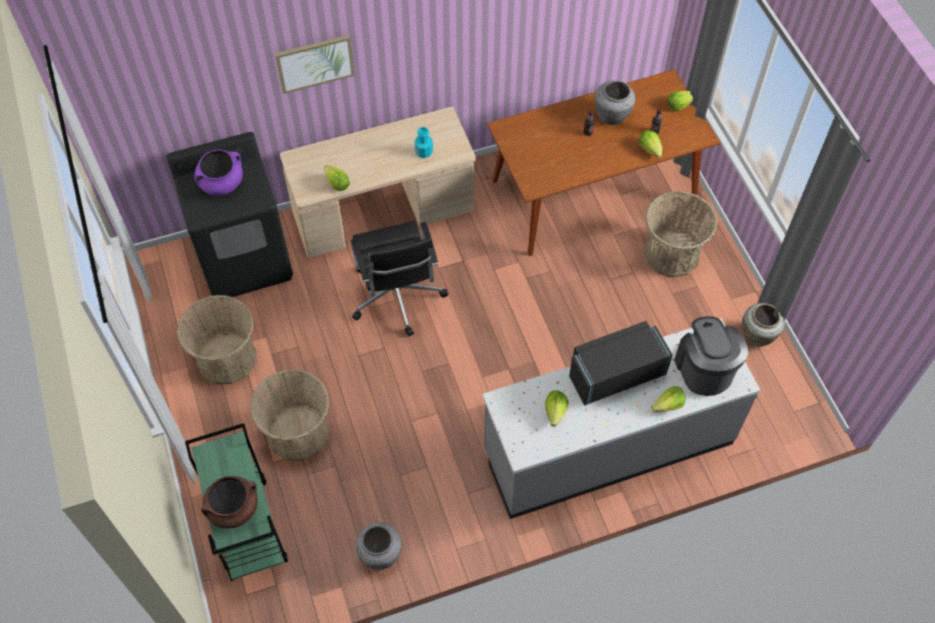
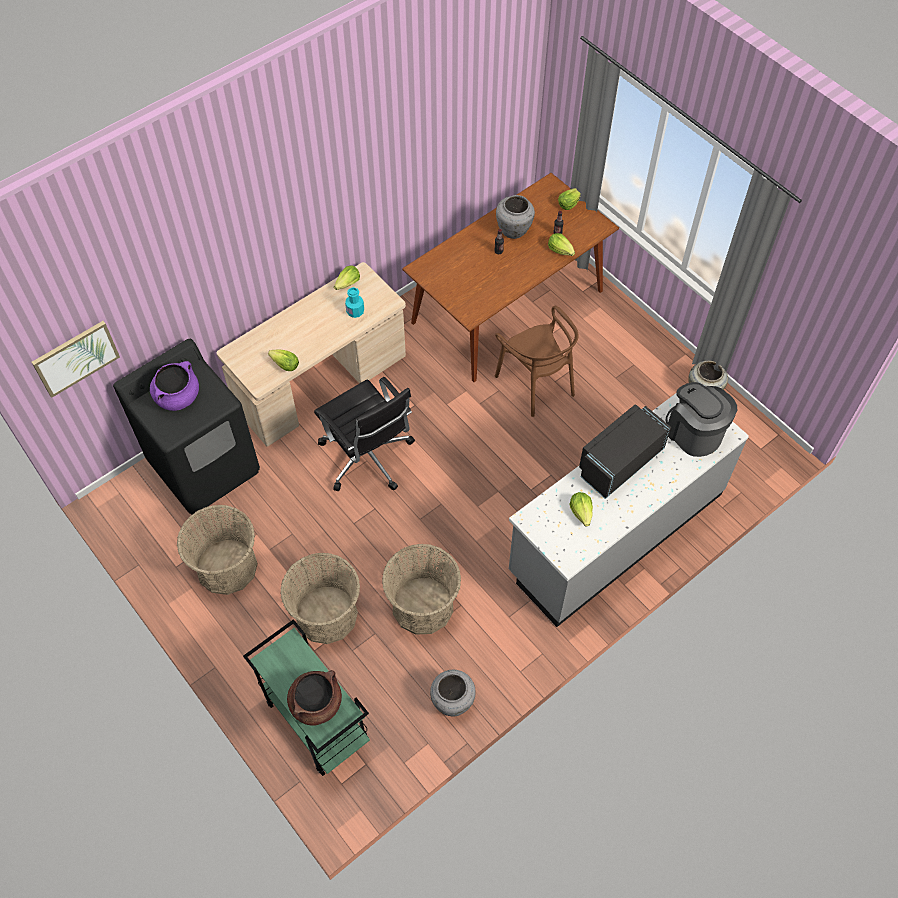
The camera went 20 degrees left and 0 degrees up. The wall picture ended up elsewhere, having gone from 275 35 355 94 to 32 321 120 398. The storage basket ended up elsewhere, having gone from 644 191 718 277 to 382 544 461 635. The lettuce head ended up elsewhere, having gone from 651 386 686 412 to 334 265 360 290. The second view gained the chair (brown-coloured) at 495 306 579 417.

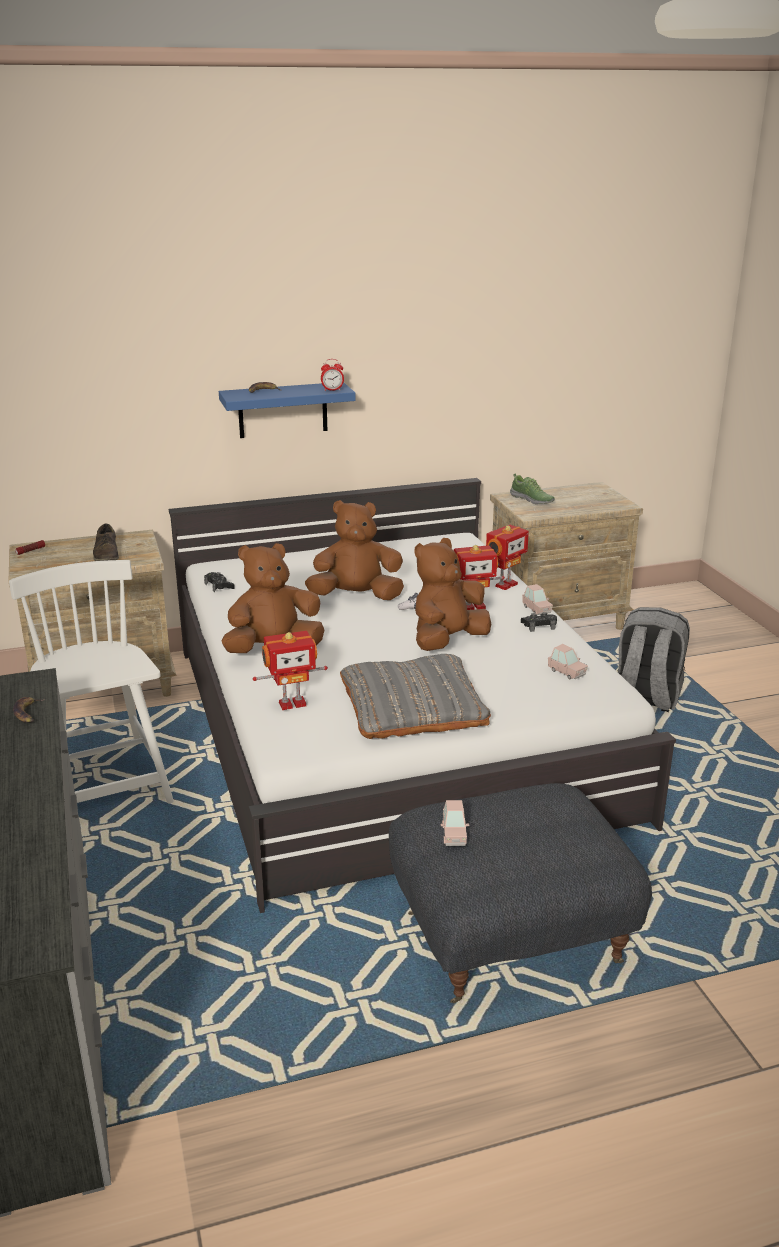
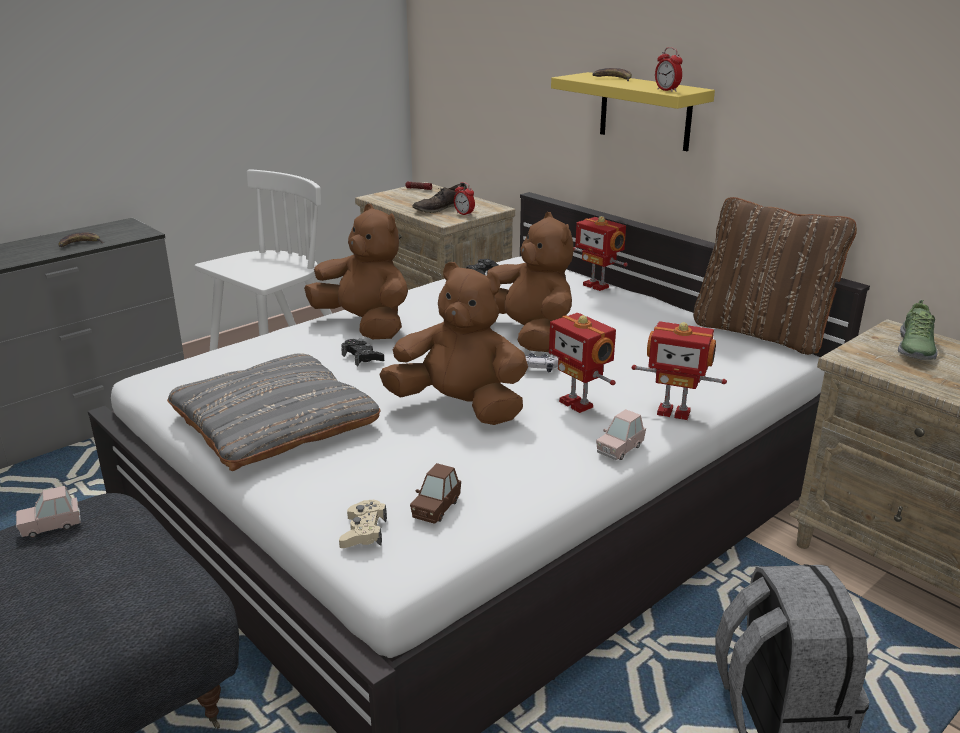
The camera went 65 degrees right and 0 degrees up. What was the shelf (blue) at 219 383 355 438 turned into the shelf (yellowish) at 551 72 715 151. The game controller (black-coloured) ended up elsewhere, having gone from 521 612 557 632 to 341 339 384 366. The toy robot ended up elsewhere, having gone from 253 631 328 710 to 573 216 628 291. What was the toy car (pinkish) at 548 644 588 679 turned into the toy car (brown-coloured) at 410 463 461 524. The second view gained the alarm clock at 454 182 475 216. The second view gained the cushion (brown-coloured) at 693 197 857 355. The second view gained the game controller (sand-coloured) at 339 500 387 548.

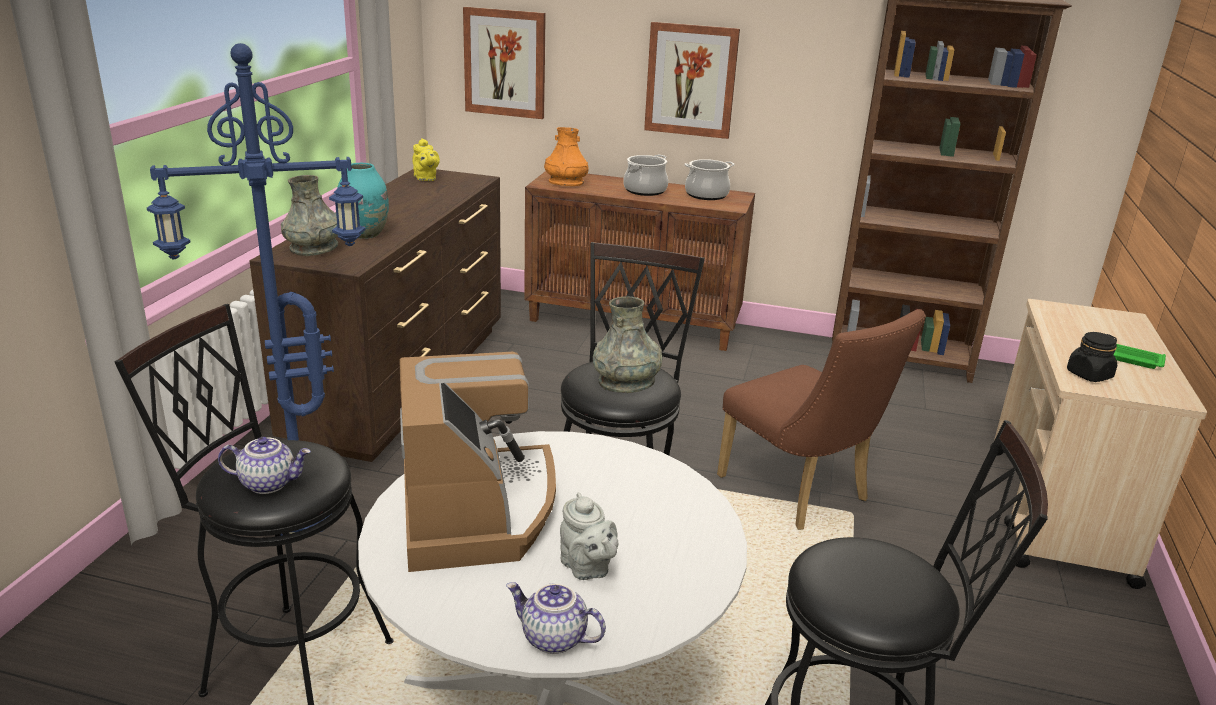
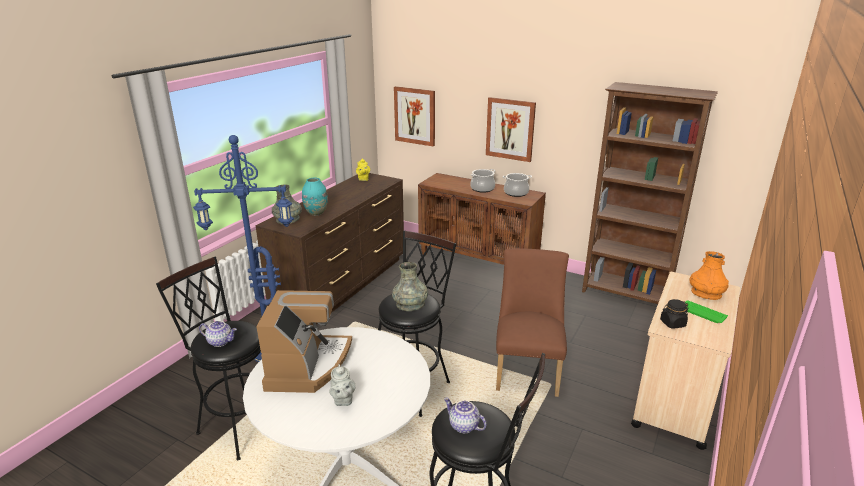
The camera went 15 degrees right and 0 degrees up. The flower vase (orange) ended up elsewhere, having gone from 544 127 589 186 to 689 251 729 300. The chair (brown-coloured) at 717 309 926 530 ended up facing another way, 150 degrees counterclockwise from before. The tea pot ended up elsewhere, having gone from 506 582 606 654 to 444 397 487 433.

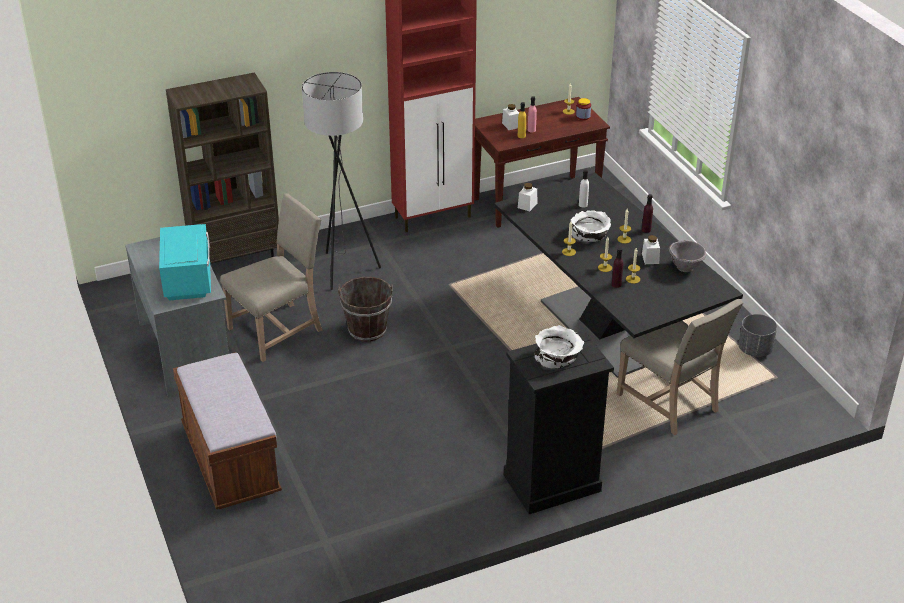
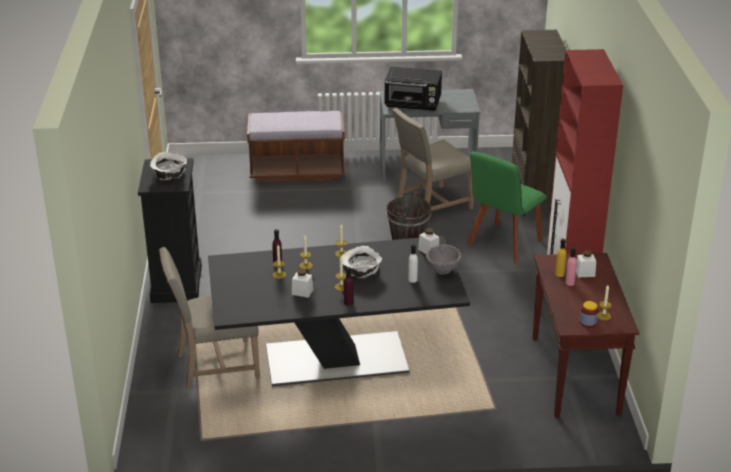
The camera went 110 degrees right and 5 degrees down. Where the standard lamp (gray) stood at 302 72 381 290, the chair (greenish) came to stand at 467 152 547 264. The chair (sand-coloured) at 220 193 322 362 ended up facing another way, 75 degrees clockwise from before. What was the microwave (turquoise-coloured) at 159 224 211 301 turned into the microwave (black-coloured) at 384 67 442 111. The serving bowl (gray) ended up elsewhere, having gone from 669 240 706 272 to 426 245 462 274. The second view lost the planter (gray) at 739 314 777 357.

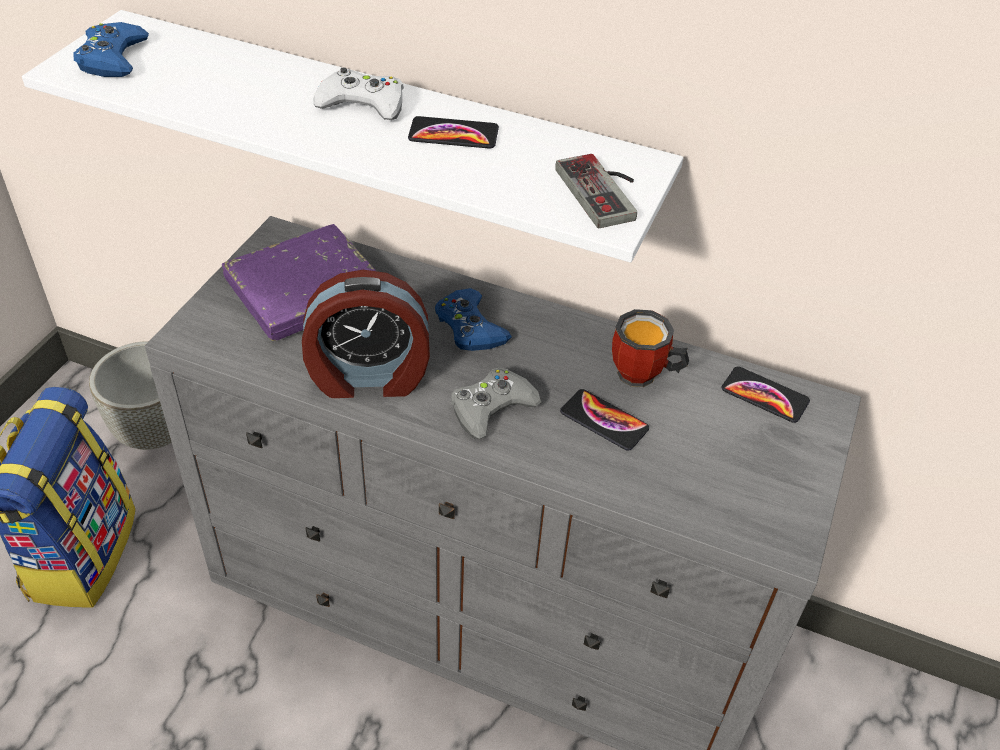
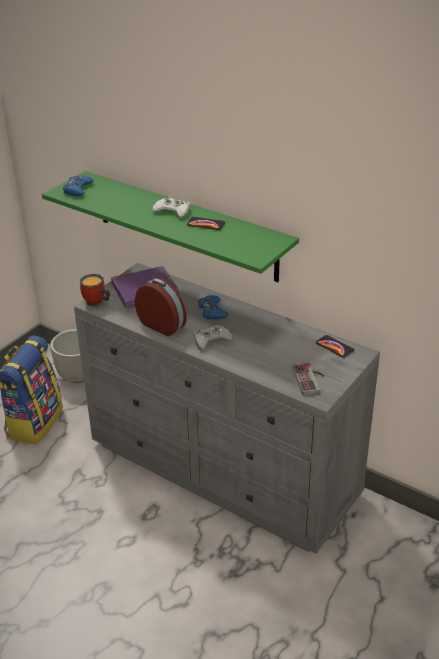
The camera went 15 degrees right and 10 degrees down. What was the shelf (white-coloured) at 22 10 683 263 turned into the shelf (greenish) at 42 171 299 282. The game controller ended up elsewhere, having gone from 555 154 637 228 to 292 363 324 395. The alarm clock at 302 270 430 398 ended up facing another way, 150 degrees counterclockwise from before. The mug ended up elsewhere, having gone from 612 309 689 387 to 80 274 110 307. The second view lost the telephone at 560 389 649 451.

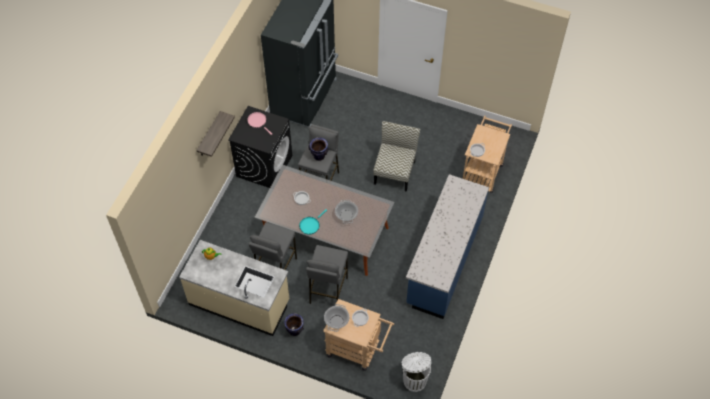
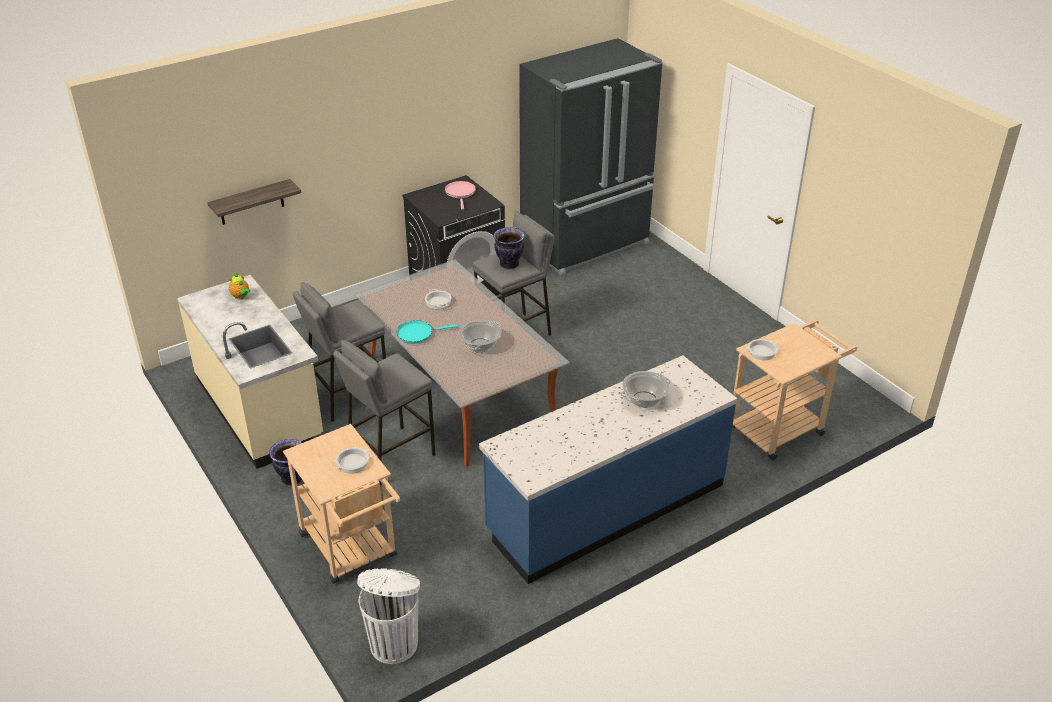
The camera went 35 degrees right and 20 degrees down. The shelf ended up elsewhere, having gone from 196 111 235 157 to 208 179 302 225. The second view lost the chair at 373 121 420 192. The stockpot ended up elsewhere, having gone from 324 304 349 332 to 620 371 671 408.

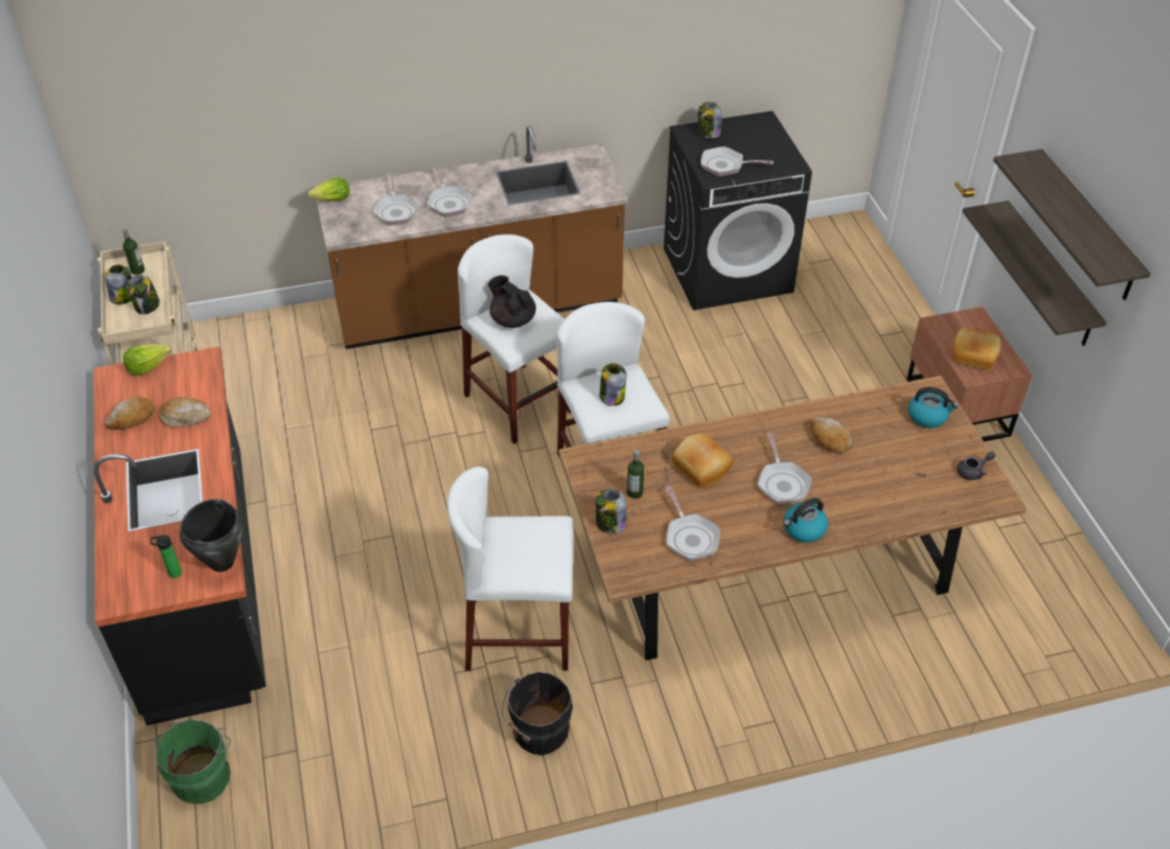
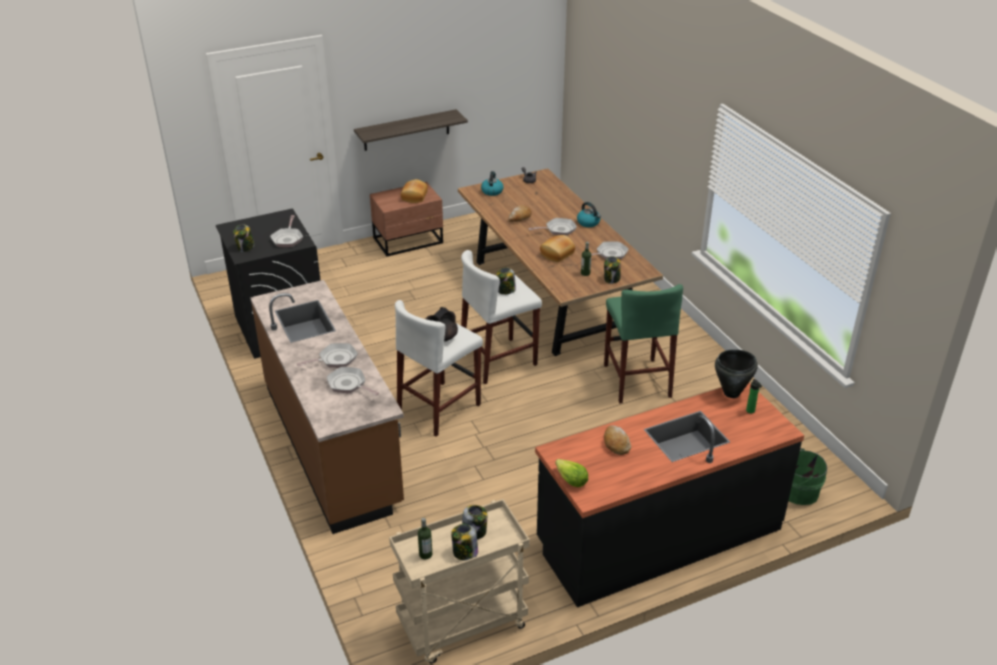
The camera went 100 degrees left and 10 degrees down. The second view lost the shelf at 993 149 1151 300. The skillet at 372 174 419 225 ended up facing another way, 120 degrees counterclockwise from before. The second view lost the lettuce head at 308 177 350 201. The second view lost the bakery bread at 105 396 155 430. What was the stool seat (white-coloured) at 447 467 574 671 turned into the stool seat (greenish) at 604 284 683 404. The second view lost the water bucket (black-coloured) at 502 671 573 755.

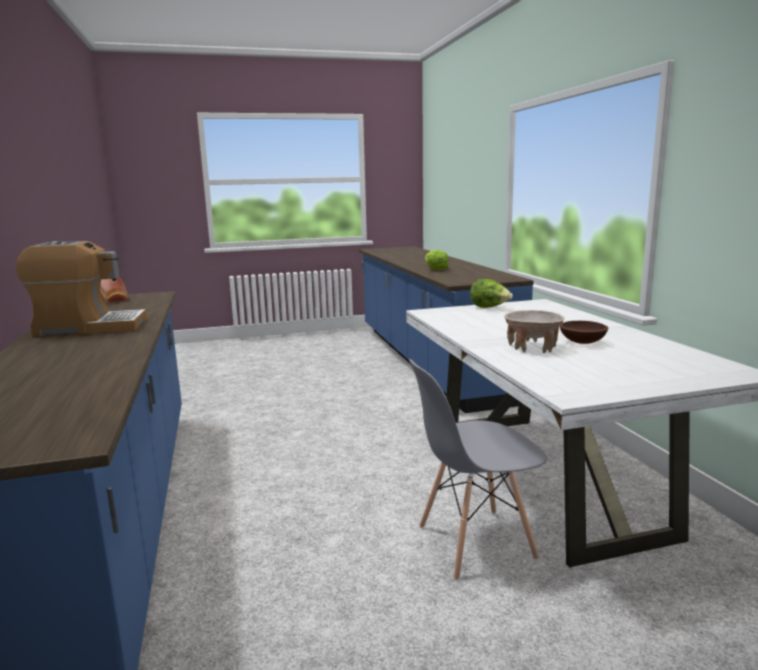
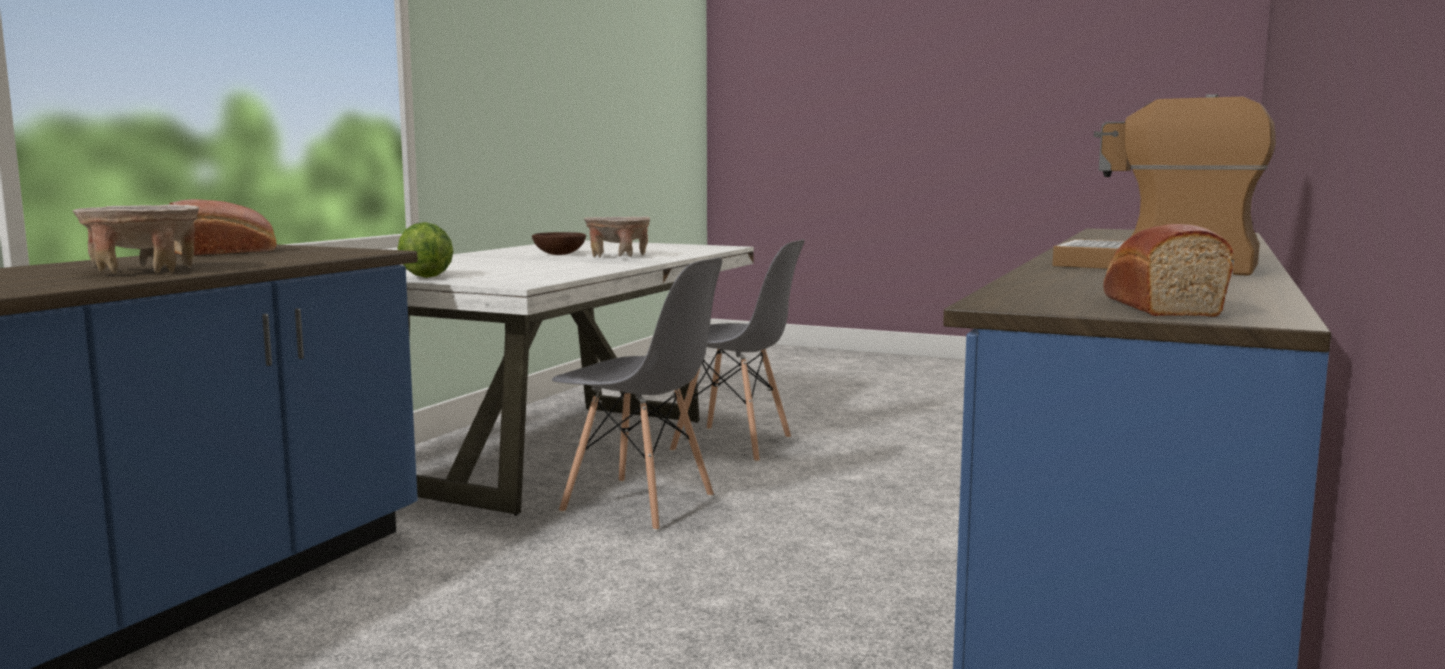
The camera went 140 degrees left and 5 degrees down. Where the lettuce head stood at 425 250 449 270, the serving bowl (sand-coloured) came to stand at 73 204 199 274. The second view gained the bakery bread at 169 199 276 255. The second view gained the chair (gray) at 552 257 722 531.

